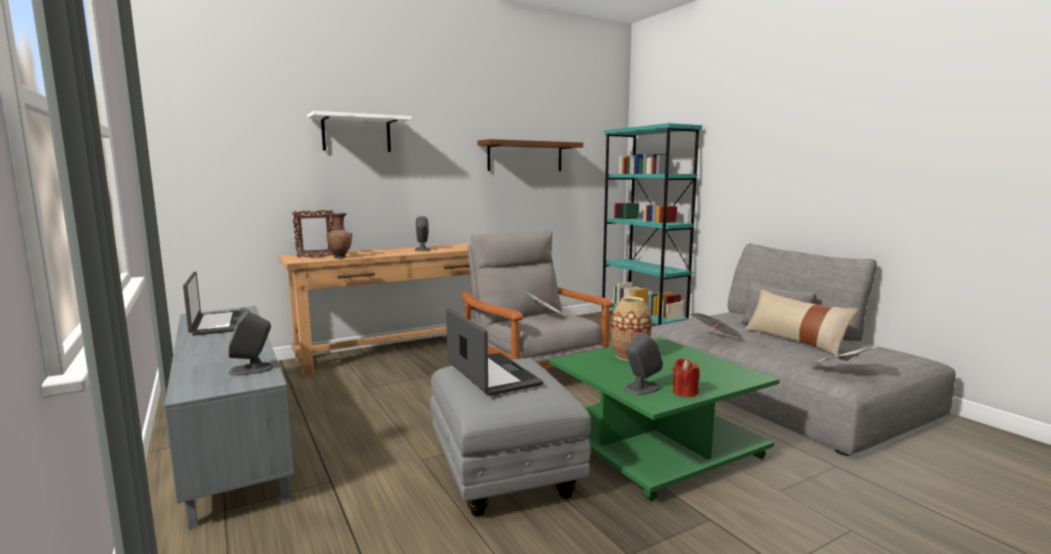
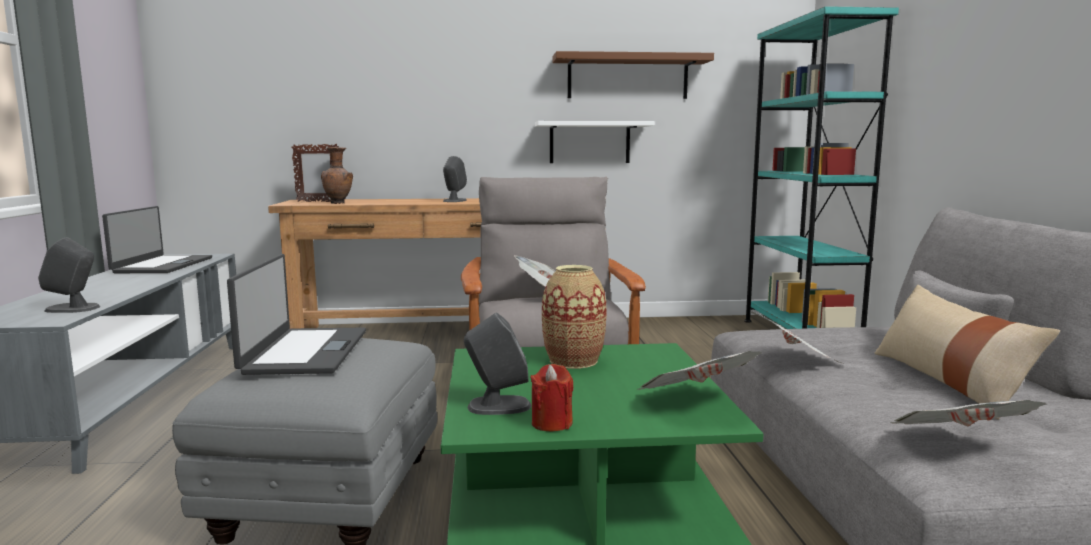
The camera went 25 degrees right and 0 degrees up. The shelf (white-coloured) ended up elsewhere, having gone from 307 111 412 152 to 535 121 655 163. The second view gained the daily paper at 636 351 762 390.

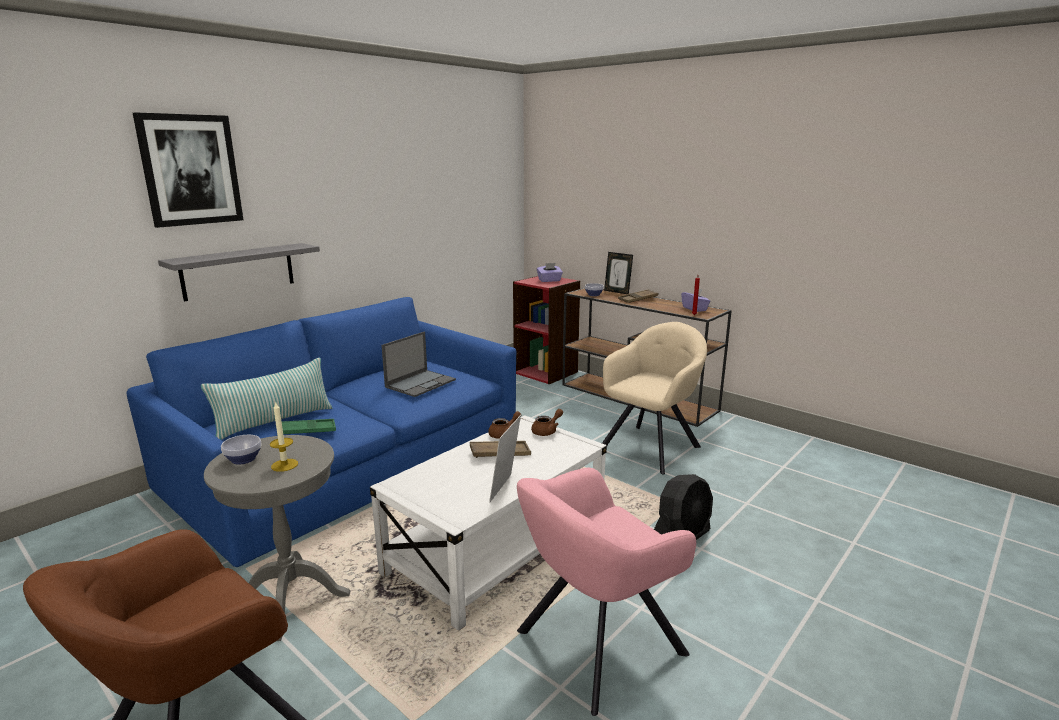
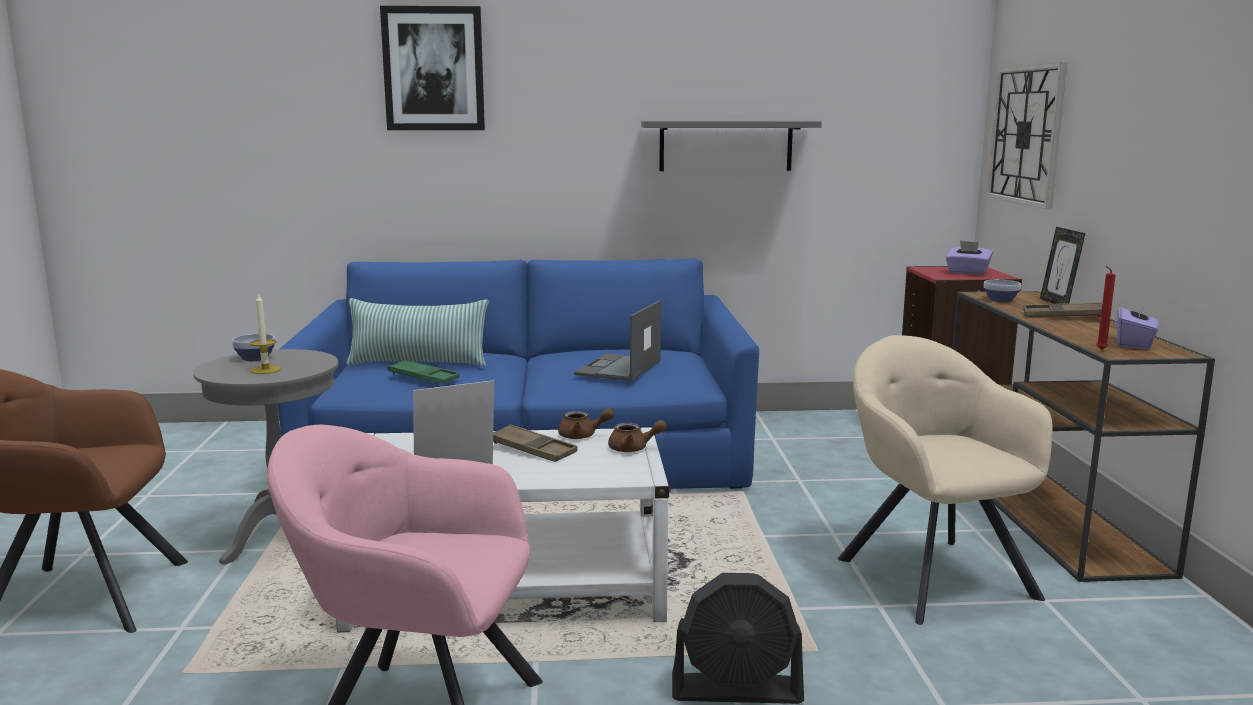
The camera went 45 degrees right and 5 degrees down. The shelf (gray) ended up elsewhere, having gone from 158 243 320 302 to 641 121 822 171. The lounge chair (sand-coloured) at 602 322 707 474 ended up facing another way, 105 degrees counterclockwise from before. The laptop at 381 332 456 397 ended up facing another way, 120 degrees clockwise from before. The second view gained the hanging clock at 986 62 1067 209.

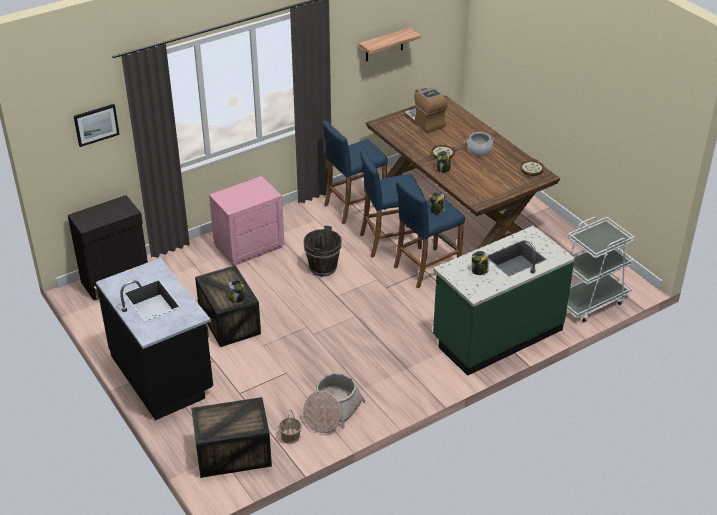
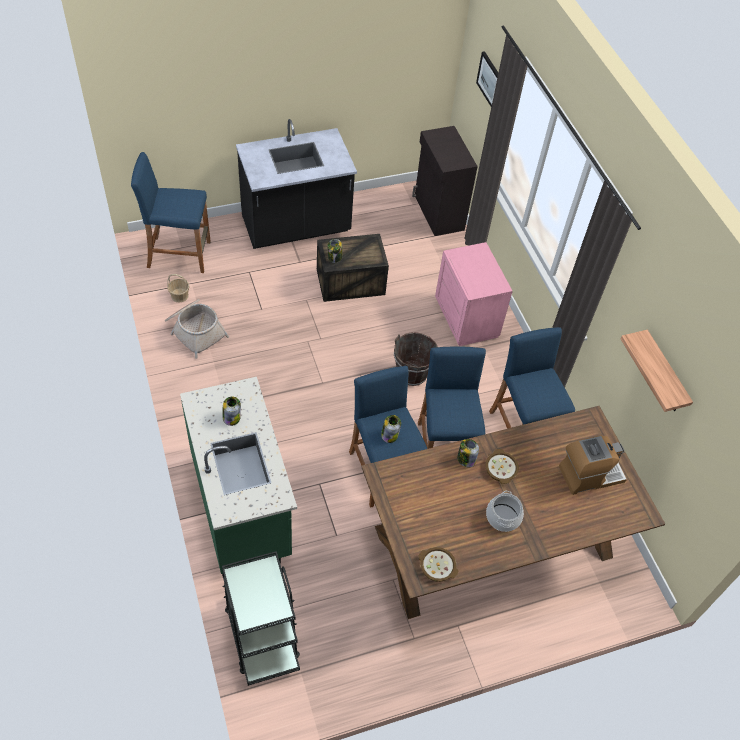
The camera went 100 degrees right and 15 degrees up. What was the trolley (white-coloured) at 567 217 635 322 turned into the trolley (black-coloured) at 222 551 300 686. Where the packing crate stood at 191 397 272 478, the stool seat (blue) came to stand at 131 152 211 273.

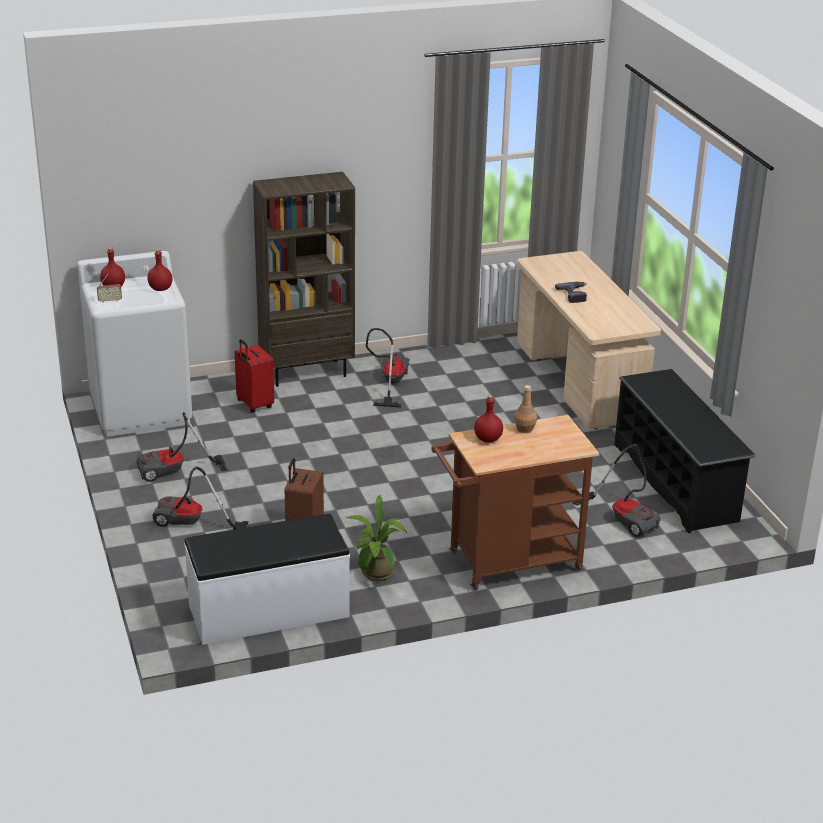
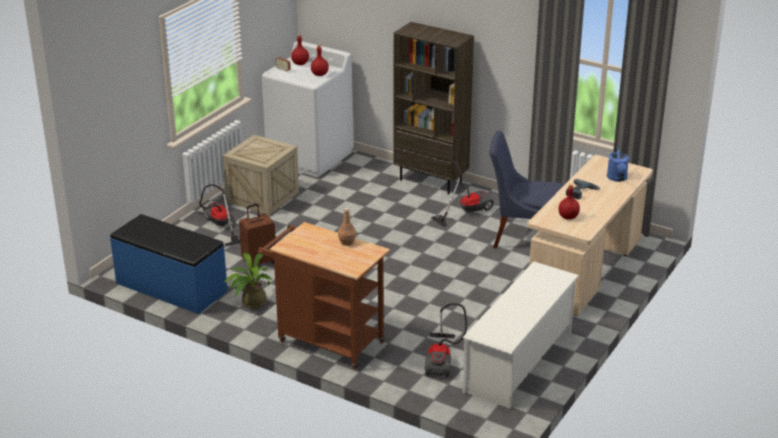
The camera went 50 degrees right and 0 degrees up. The second view lost the piece of luggage (red-coloured) at 235 339 274 413. What was the shoe rack (black-coloured) at 614 369 755 533 turned into the shoe rack (white-coloured) at 463 262 579 409. The beverage bottle (red-coloured) ended up elsewhere, having gone from 474 395 503 443 to 558 184 580 220. Where the vacuum cleaner stood at 137 412 228 482, the packing crate came to stand at 223 135 299 215. What was the long seat (white-coloured) at 184 514 350 645 turned into the long seat (blue) at 110 214 228 314. The second view gained the chair (blue) at 489 130 564 248. The second view gained the sprinkling can (blue) at 607 146 629 182.

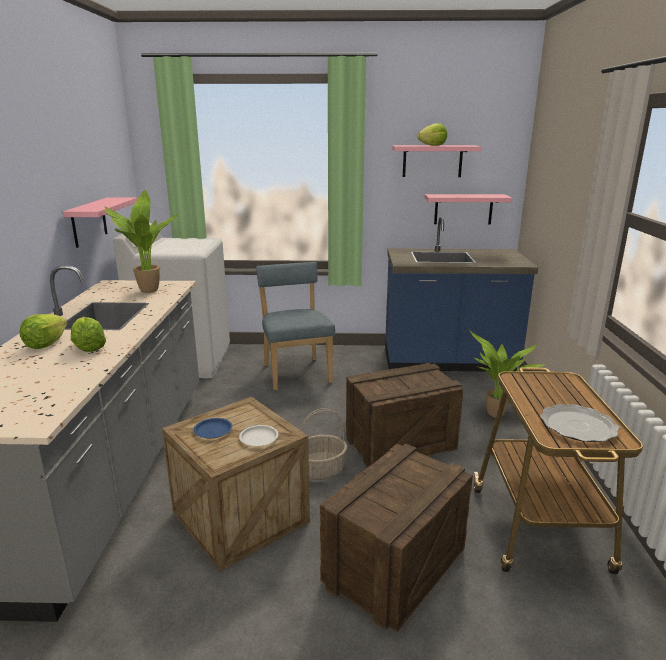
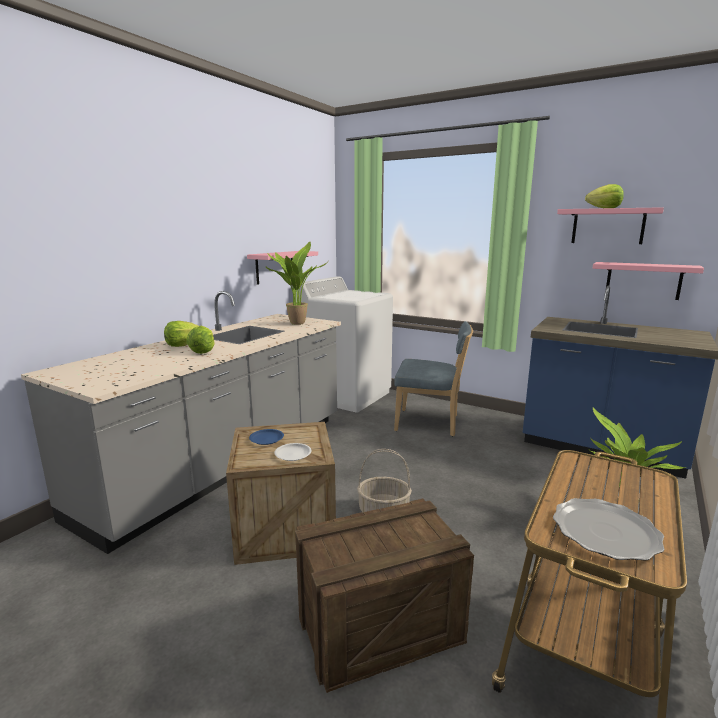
The camera went 30 degrees right and 5 degrees down. The chair (blue) at 256 262 335 391 ended up facing another way, 90 degrees clockwise from before. The second view lost the packing crate at 346 363 463 467.

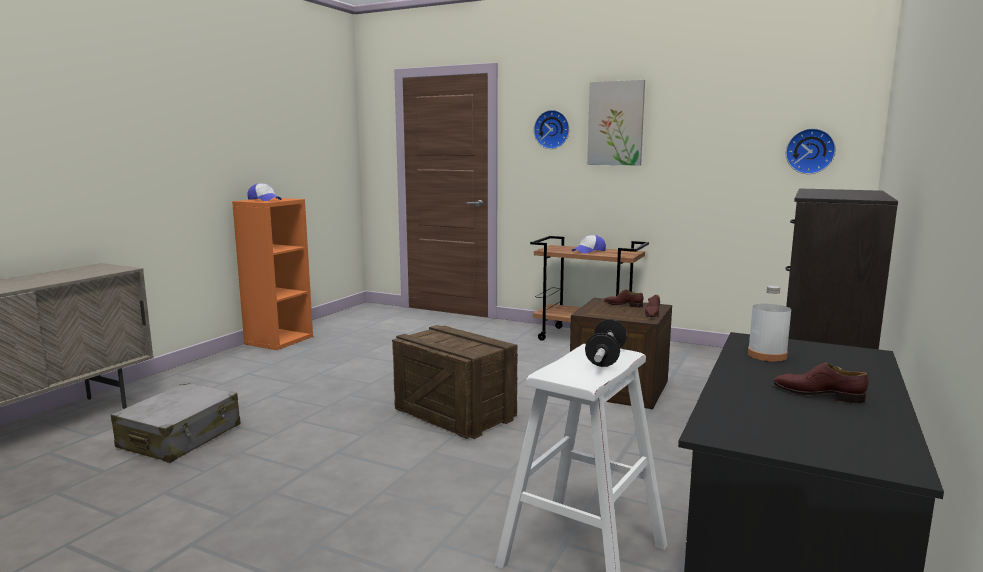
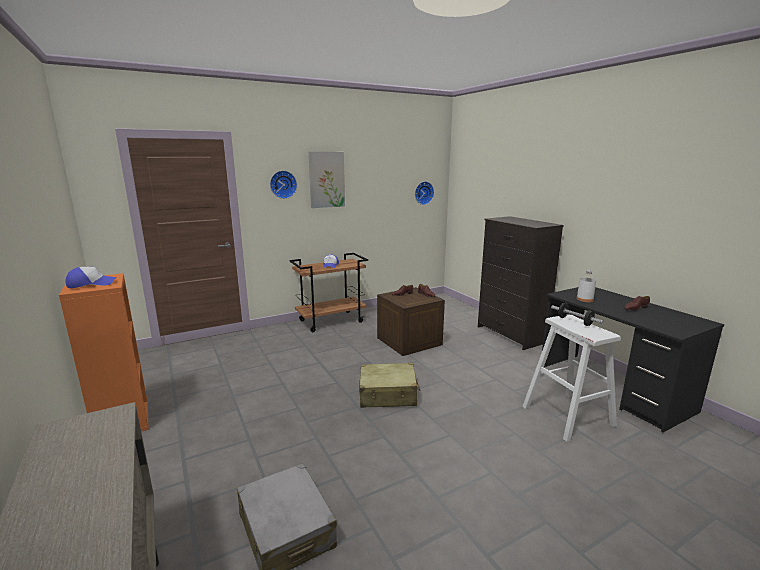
The camera went 55 degrees left and 5 degrees up. Where the packing crate stood at 392 325 518 439, the piece of luggage (sand-coloured) came to stand at 359 363 421 408.

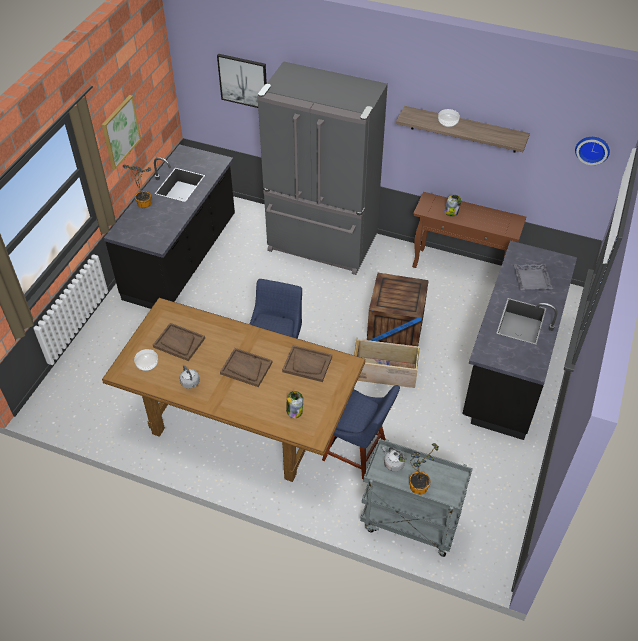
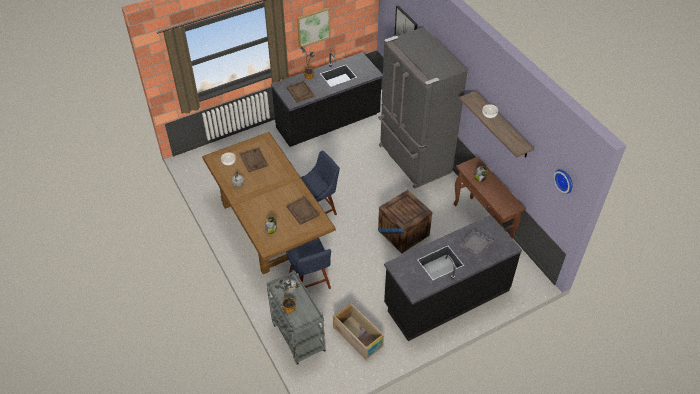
The camera went 40 degrees right and 0 degrees up. The packing crate ended up elsewhere, having gone from 354 337 420 388 to 333 302 384 360. The carrying tray (brown-coloured) ended up elsewhere, having gone from 220 348 273 387 to 287 81 315 103.

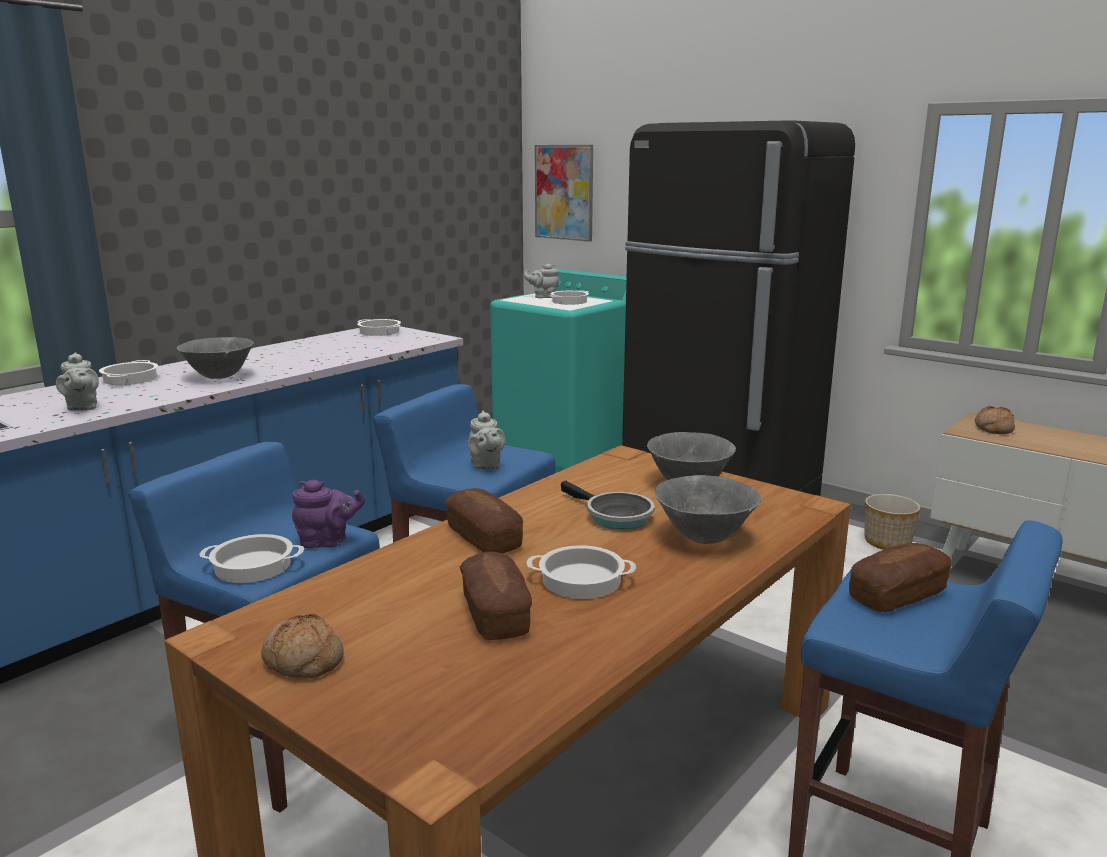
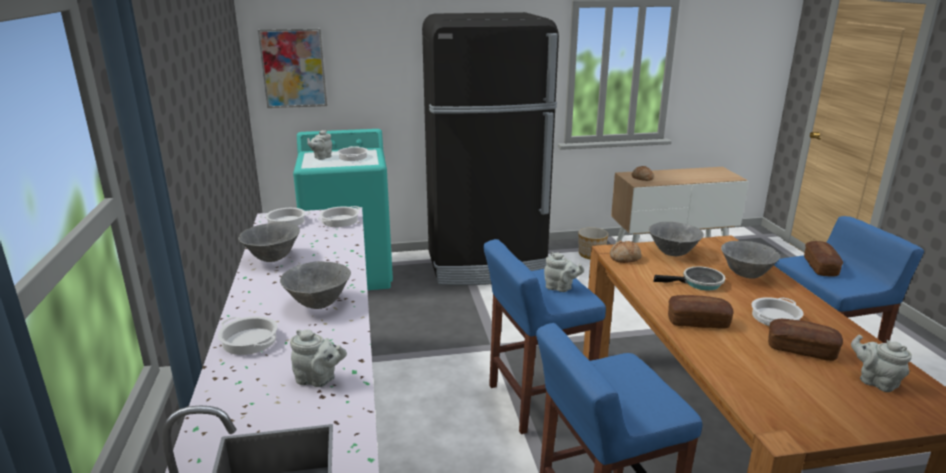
The camera went 50 degrees left and 5 degrees up. The second view lost the tea pot (purplish) at 292 480 365 549. The stockpot ended up elsewhere, having gone from 199 534 304 583 to 318 206 361 227. The bakery bread ended up elsewhere, having gone from 261 613 344 678 to 610 241 642 263. The second view gained the serving bowl (gray) at 238 222 300 262. The second view gained the tea pot (gray) at 851 335 912 392.

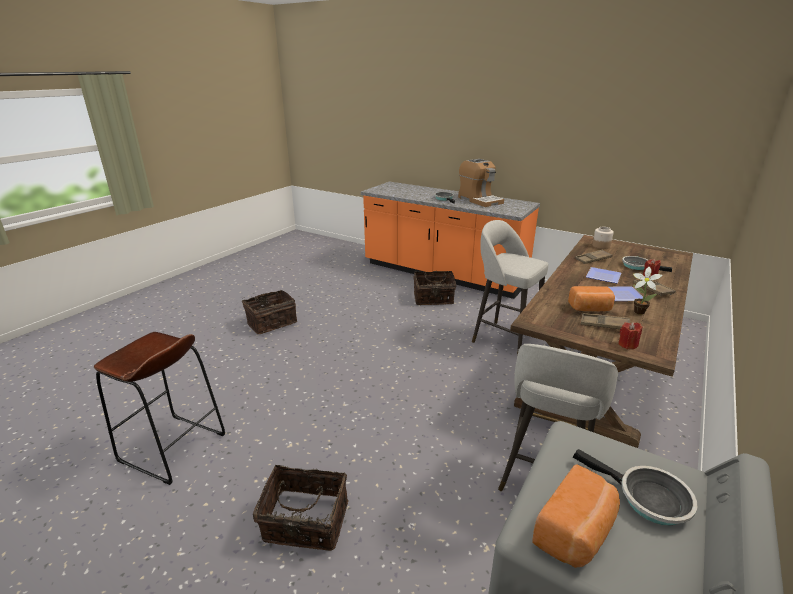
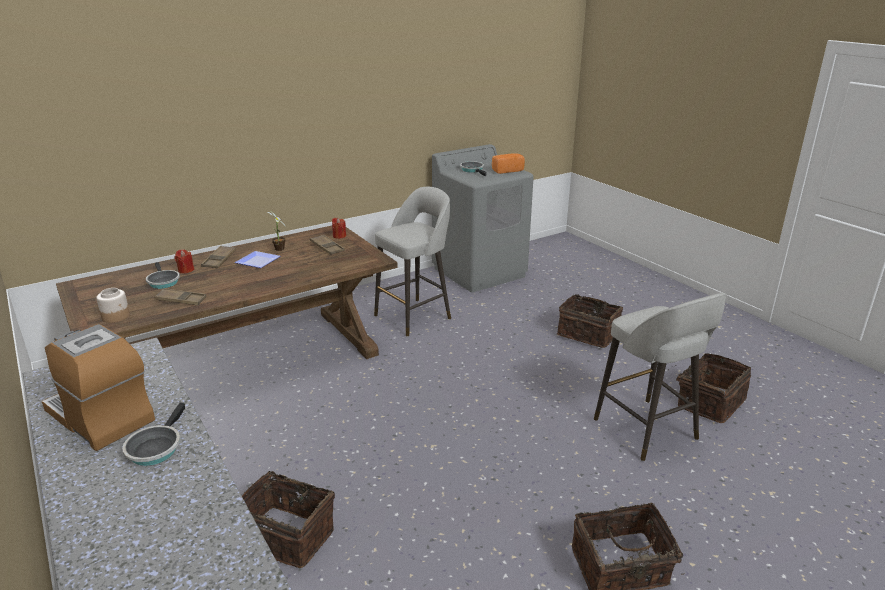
The camera went 155 degrees left and 0 degrees up. The coffee machine at 458 159 504 207 ended up facing another way, 45 degrees counterclockwise from before. The stool seat (gray) ended up elsewhere, having gone from 472 220 548 355 to 594 293 726 461. The second view lost the flat dish at 586 267 621 283. The second view lost the bakery bread at 568 286 615 311. Where the stool seat (brown-coloured) stood at 94 332 225 485, the storage basket came to stand at 668 353 751 423.

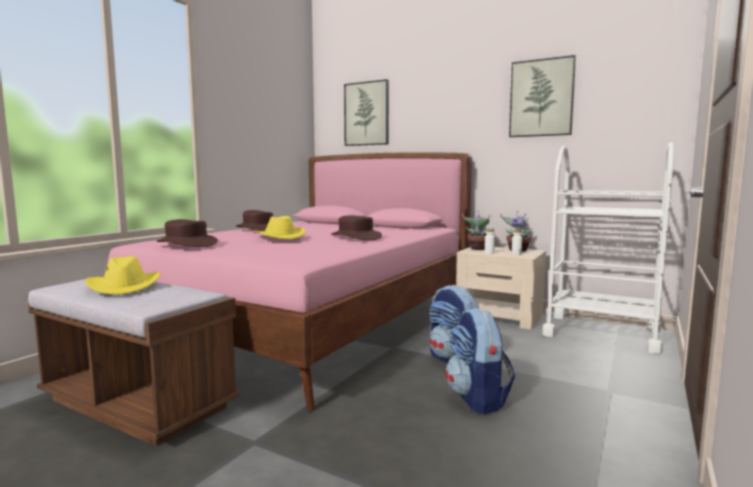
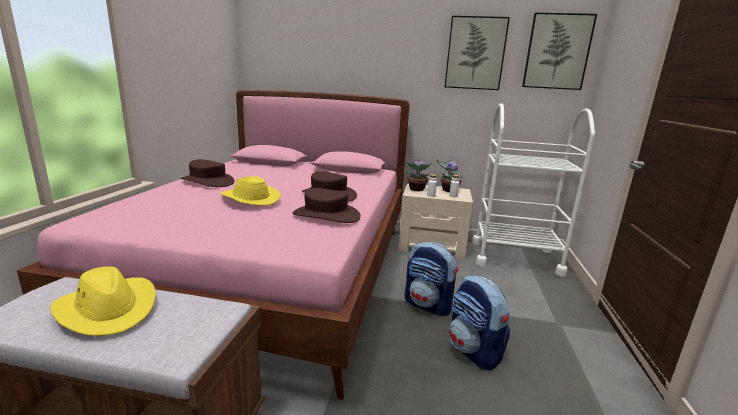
The camera went 20 degrees left and 10 degrees up. The wall picture ended up elsewhere, having gone from 344 79 389 146 to 522 12 597 90. The clothing hat (brown-coloured) ended up elsewhere, having gone from 157 219 218 247 to 293 188 361 223.

